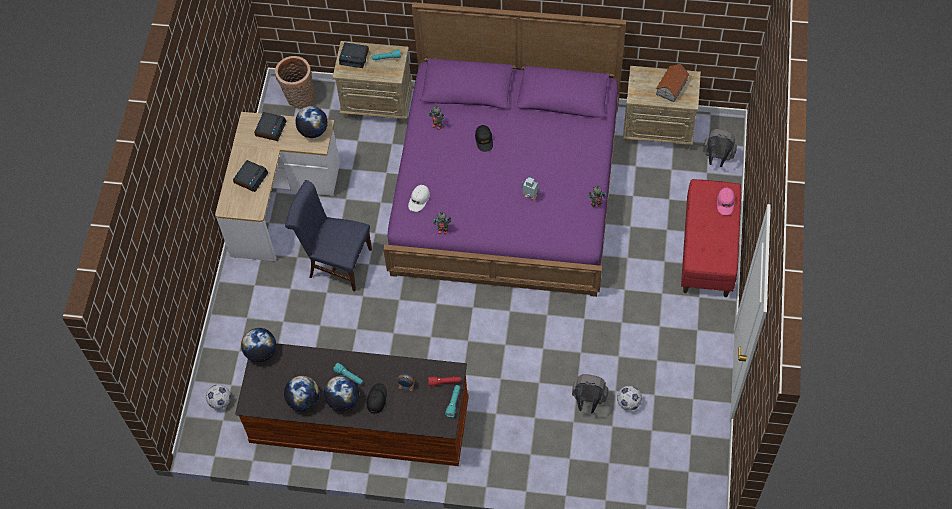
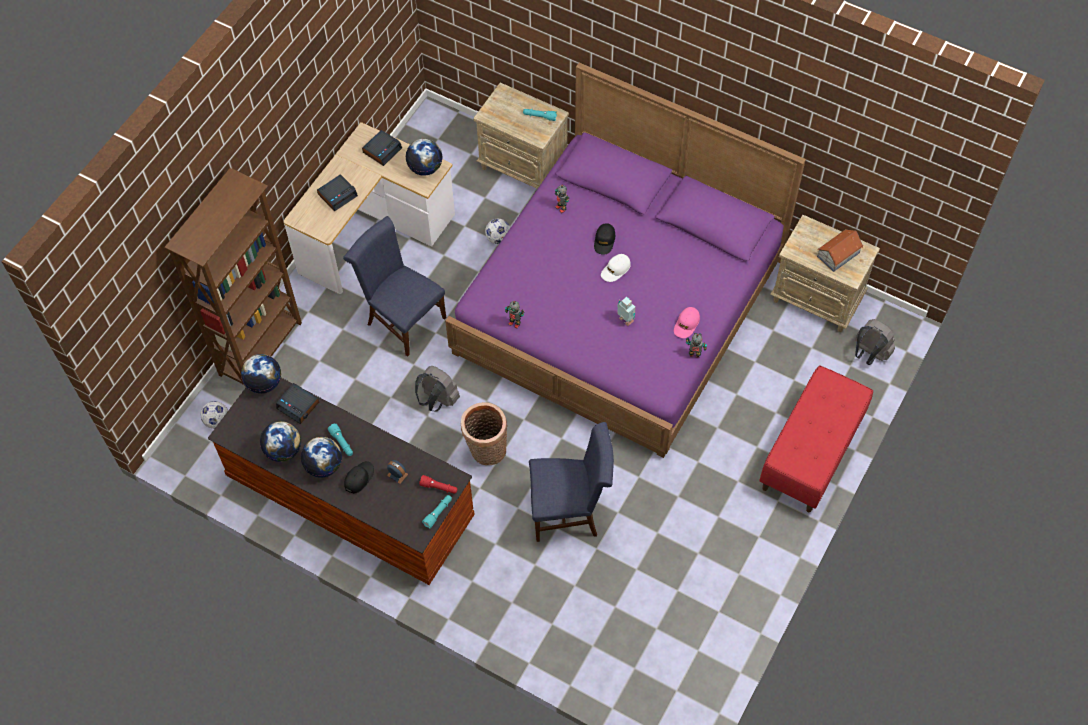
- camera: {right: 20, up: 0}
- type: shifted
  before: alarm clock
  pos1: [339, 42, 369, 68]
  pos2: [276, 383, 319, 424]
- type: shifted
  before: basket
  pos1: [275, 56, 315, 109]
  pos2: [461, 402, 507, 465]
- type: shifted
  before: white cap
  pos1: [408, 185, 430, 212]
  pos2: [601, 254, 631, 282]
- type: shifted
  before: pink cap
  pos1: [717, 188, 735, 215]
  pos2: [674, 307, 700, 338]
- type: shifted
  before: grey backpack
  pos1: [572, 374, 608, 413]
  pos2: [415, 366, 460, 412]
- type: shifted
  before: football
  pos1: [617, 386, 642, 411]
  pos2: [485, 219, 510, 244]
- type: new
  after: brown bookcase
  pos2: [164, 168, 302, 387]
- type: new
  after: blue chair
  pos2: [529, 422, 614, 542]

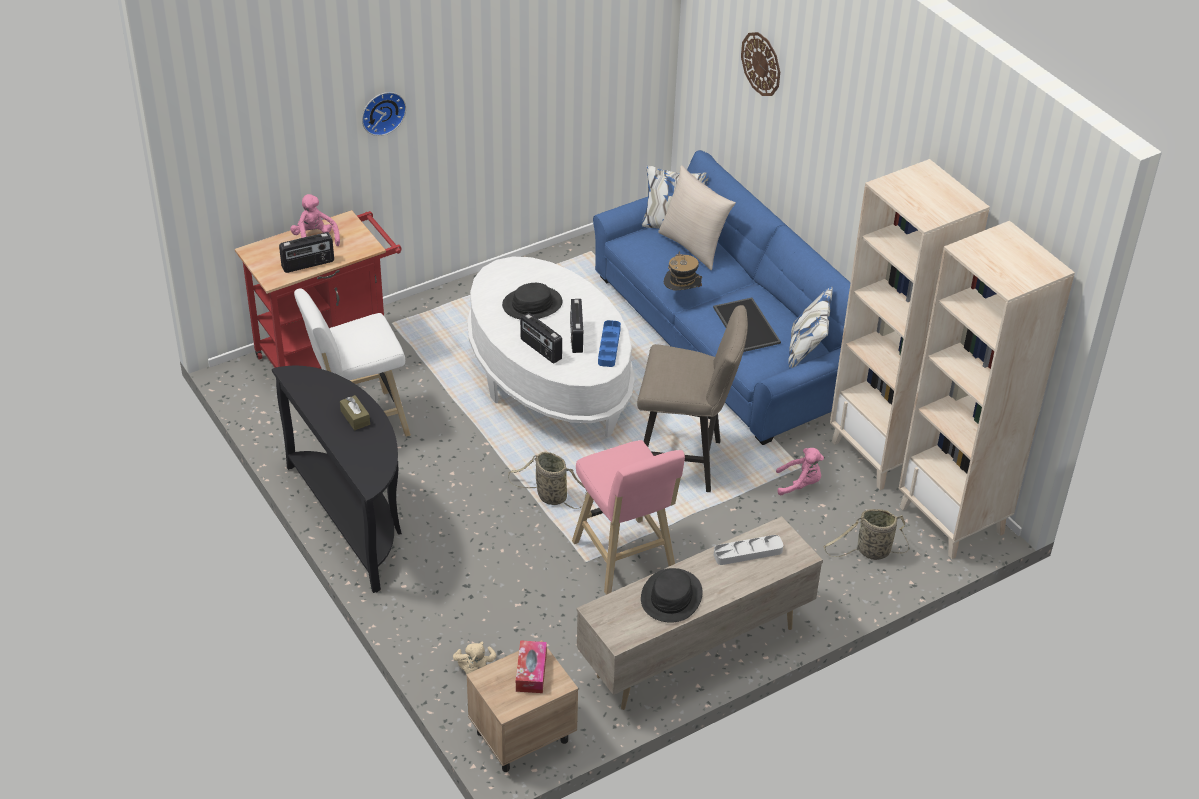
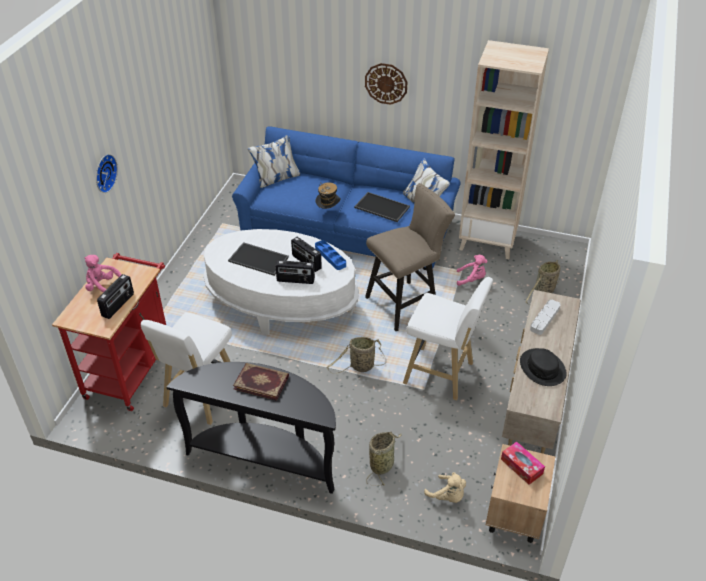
- camera: {right: -40, up: 0}
- type: shifted
  before: wall clock
  pos1: [741, 32, 780, 96]
  pos2: [365, 63, 407, 105]
- type: gone
  before: beige pillow
  pos1: [658, 166, 736, 270]
- type: gone
  before: beige bookcase
  pos1: [898, 221, 1075, 559]
- type: swapped
  before: black hat
  after: tray
  pos1: [502, 283, 562, 319]
  pos2: [228, 242, 289, 276]
- type: swapped
  before: brown tissue box
  after: book
  pos1: [340, 395, 370, 430]
  pos2: [233, 363, 289, 401]
- type: repainted
  before: pink stool
  after: white stool
  pos1: [572, 440, 685, 595]
  pos2: [403, 277, 493, 400]
- type: rotated
  before: pink plush toy
  pos1: [776, 448, 824, 495]
  pos2: [457, 255, 487, 286]
  turn: 45
- type: new
  after: basket
  pos2: [366, 432, 402, 486]

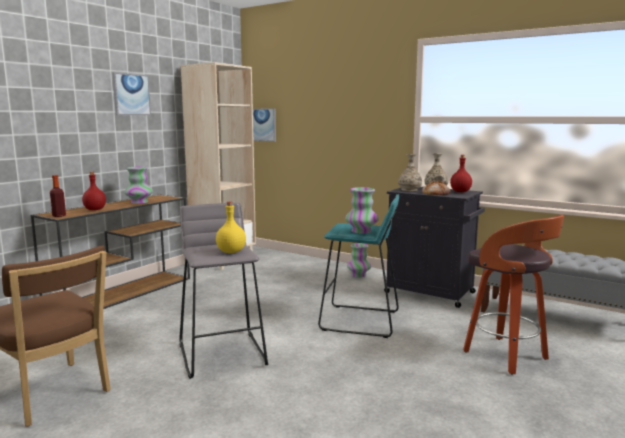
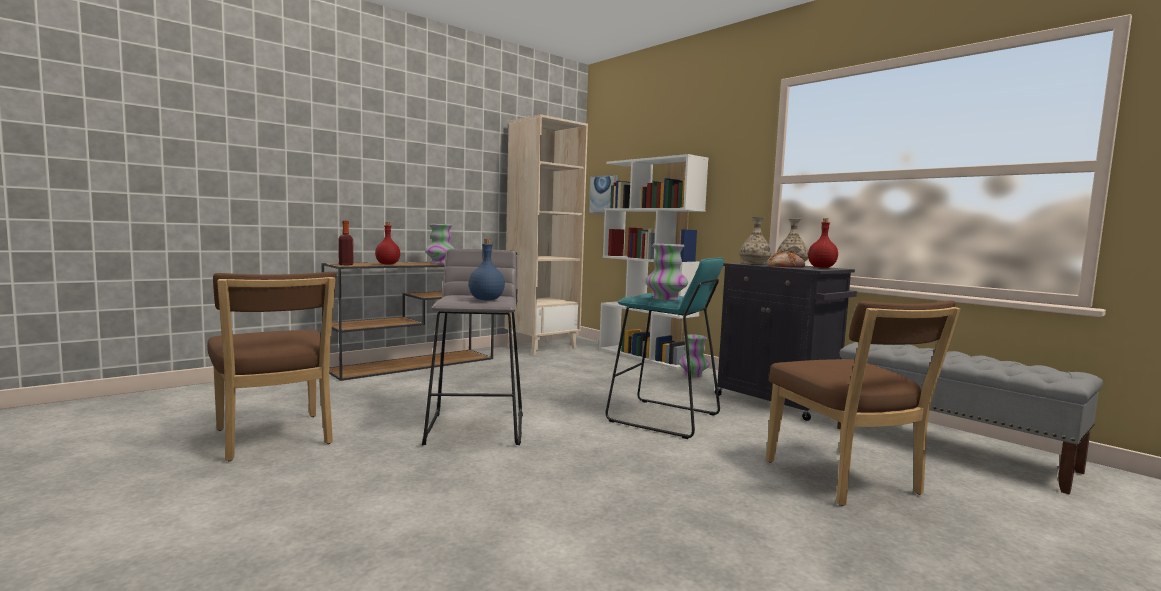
- camera: {right: 15, up: -5}
- type: gone
  before: picture
  pos1: [112, 73, 151, 115]
- type: repainted
  before: yellow bottle
  after: blue bottle
  pos1: [216, 202, 246, 253]
  pos2: [469, 239, 505, 301]
- type: swapped
  before: stool
  after: brown chair
  pos1: [463, 215, 564, 375]
  pos2: [766, 301, 960, 506]
- type: new
  after: white bookcase
  pos2: [599, 154, 708, 370]

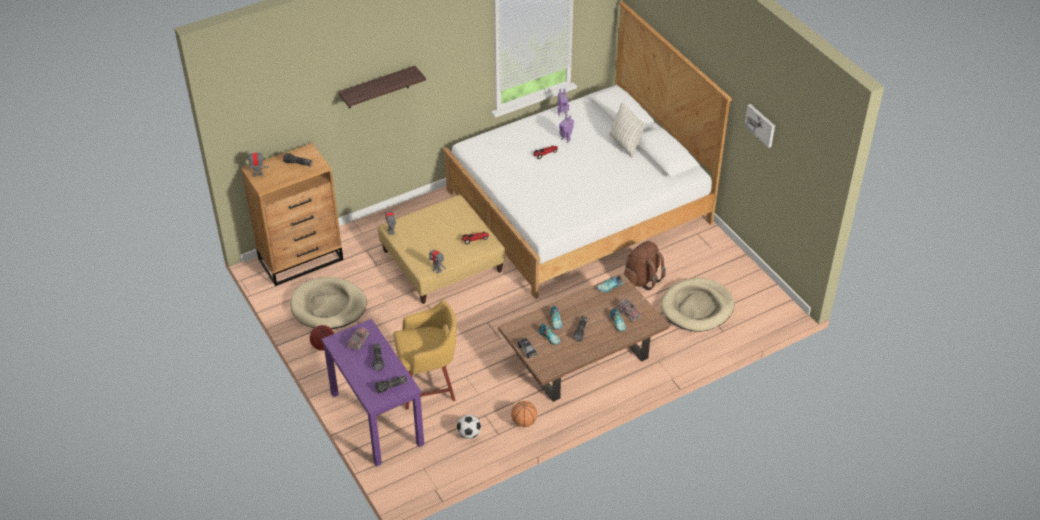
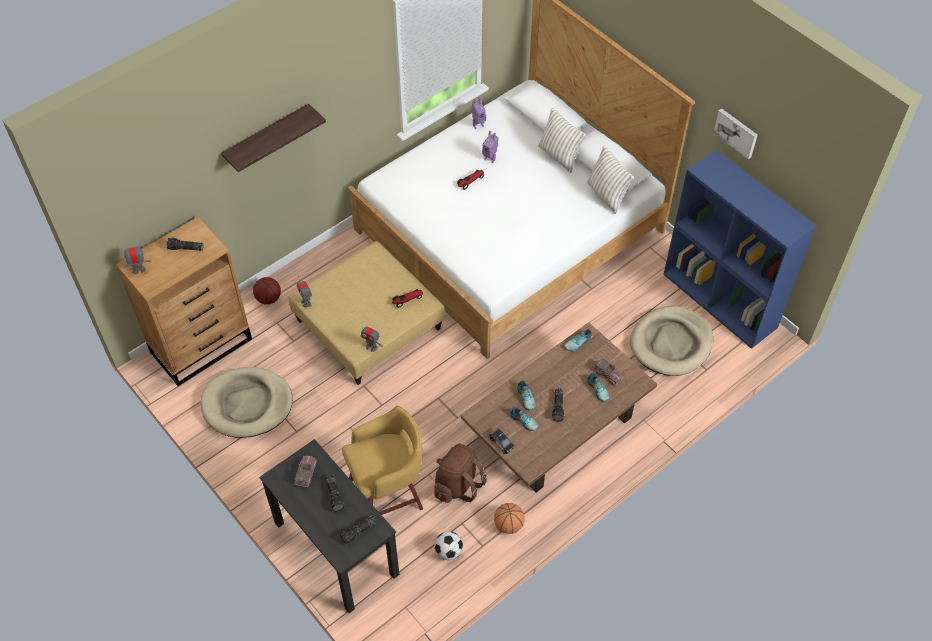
- camera: {right: -10, up: 10}
- type: shifted
  before: brown backpack
  pos1: [624, 241, 666, 290]
  pos2: [434, 444, 487, 503]
- type: repainted
  before: purple desk
  after: black desk
  pos1: [322, 319, 424, 467]
  pos2: [259, 439, 399, 613]
- type: shifted
  before: basketball
  pos1: [310, 325, 334, 350]
  pos2: [253, 277, 281, 305]
- type: new
  after: pillow
  pos2: [587, 146, 634, 214]
- type: new
  after: blue bookcase
  pos2: [663, 150, 816, 349]

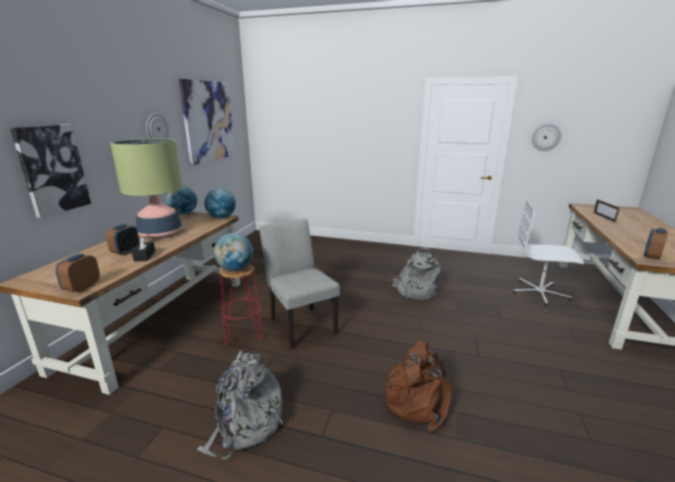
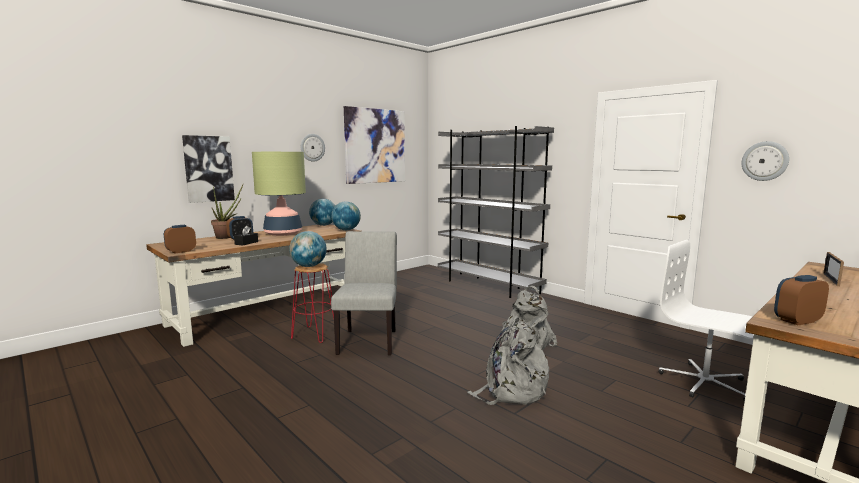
- camera: {right: 30, up: -10}
- type: gone
  before: brown backpack
  pos1: [385, 341, 458, 431]
- type: shifted
  before: grey backpack
  pos1: [197, 350, 283, 460]
  pos2: [467, 315, 549, 405]
- type: new
  after: grey bookcase
  pos2: [438, 126, 554, 298]
- type: new
  after: potted plant
  pos2: [211, 184, 243, 239]

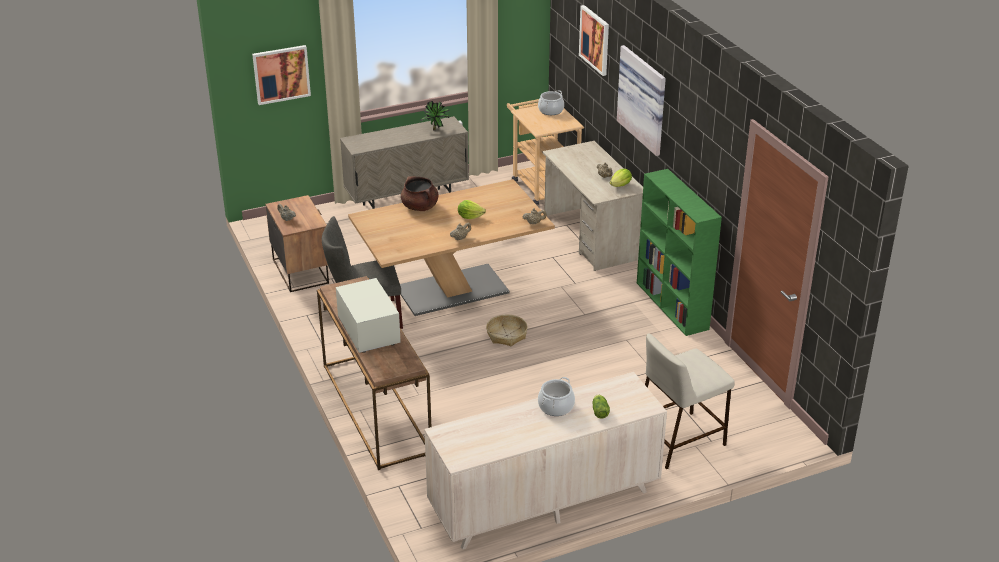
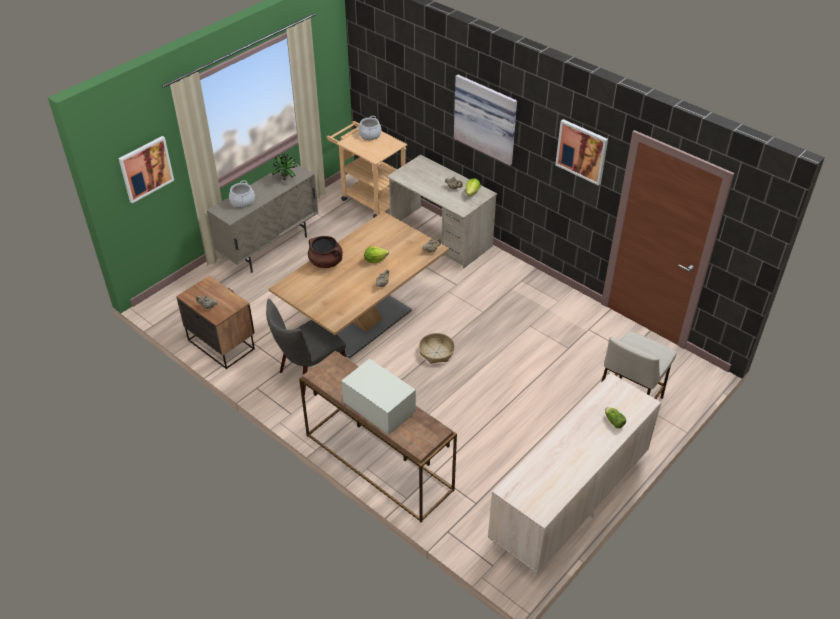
- camera: {right: -25, up: 10}
- type: shifted
  before: picture
  pos1: [579, 5, 609, 76]
  pos2: [555, 119, 608, 186]
- type: gone
  before: green bookcase
  pos1: [637, 169, 722, 336]
- type: shifted
  before: cooking pot
  pos1: [538, 377, 575, 416]
  pos2: [229, 180, 255, 208]

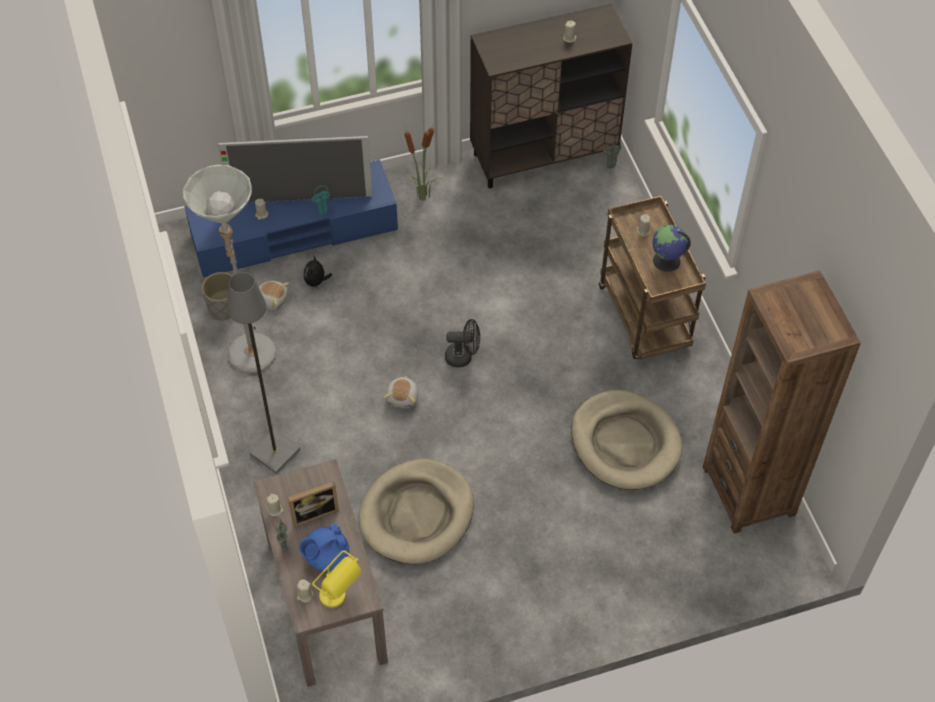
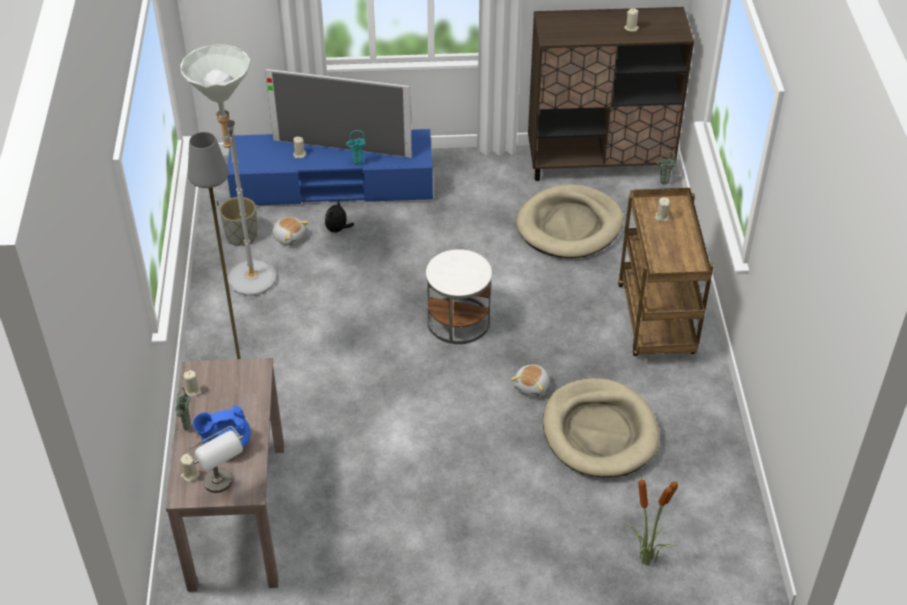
- camera: {right: 15, up: -10}
- type: shifted
  before: potted plant
  pos1: [400, 123, 442, 200]
  pos2: [624, 476, 679, 566]
- type: gone
  before: globe
  pos1: [653, 225, 691, 272]
- type: gone
  before: brown bookcase
  pos1: [703, 270, 861, 534]
- type: swapped
  before: black fan
  after: white side table
  pos1: [445, 319, 480, 368]
  pos2: [426, 249, 492, 344]
- type: shifted
  before: plush toy
  pos1: [384, 376, 418, 408]
  pos2: [511, 364, 549, 397]
- type: shifted
  before: beige dog bed
  pos1: [358, 459, 474, 564]
  pos2: [516, 184, 623, 258]
- type: gone
  before: picture frame
  pos1: [288, 481, 339, 527]
- type: repainted
  before: yellow table lamp
  after: grey table lamp
  pos1: [312, 550, 361, 608]
  pos2: [187, 426, 243, 493]

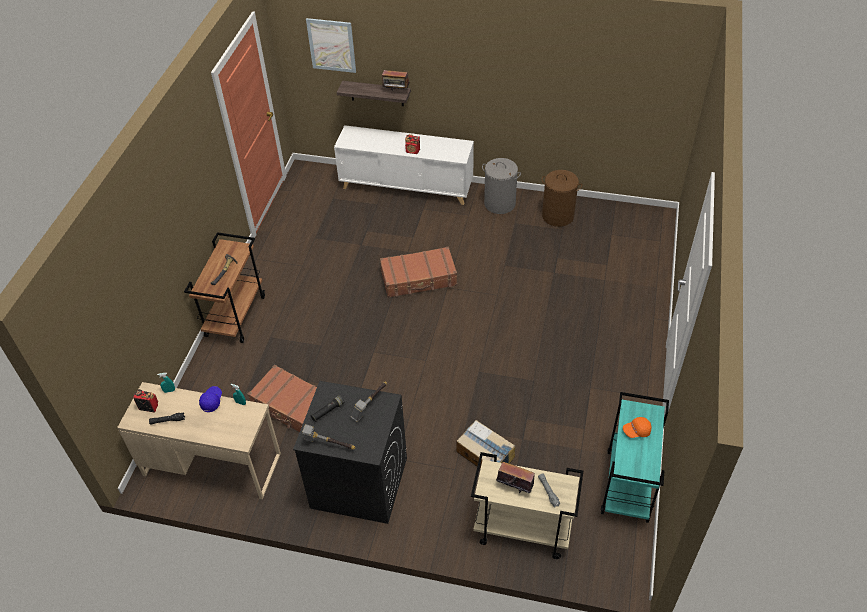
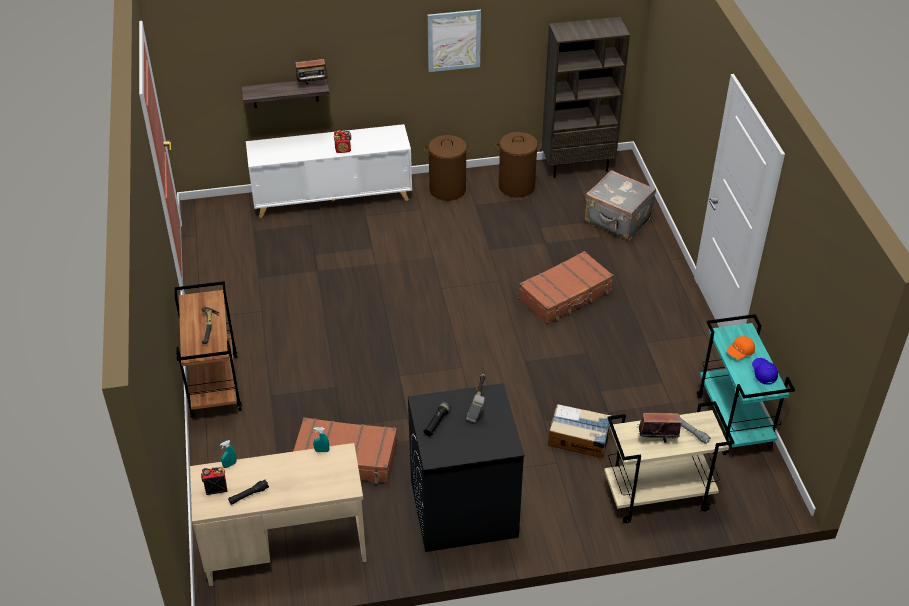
- camera: {right: -25, up: -5}
- type: shifted
  before: picture
  pos1: [306, 18, 356, 73]
  pos2: [428, 10, 481, 72]
- type: repainted
  before: grey laundry basket
  after: brown laundry basket
  pos1: [482, 158, 521, 214]
  pos2: [424, 135, 471, 201]
- type: shifted
  before: brown suitcase
  pos1: [380, 247, 457, 298]
  pos2: [519, 251, 614, 325]
- type: shifted
  before: blue cap
  pos1: [199, 386, 222, 412]
  pos2: [752, 358, 778, 385]
- type: gone
  before: hammer
  pos1: [302, 424, 355, 450]
- type: new
  after: brown bookcase
  pos2: [542, 17, 630, 178]
- type: new
  after: grey suitcase
  pos2: [585, 170, 656, 241]

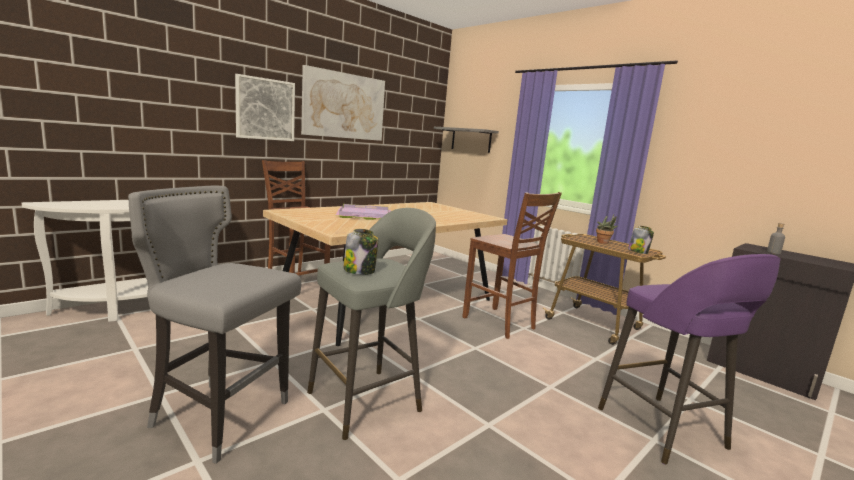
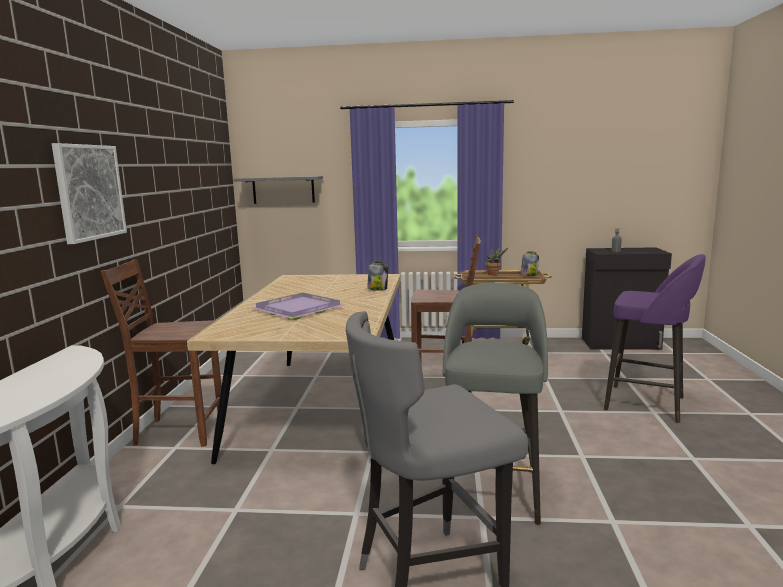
- camera: {right: -40, up: 0}
- type: gone
  before: picture
  pos1: [301, 65, 385, 141]
- type: shifted
  before: jar
  pos1: [343, 229, 378, 275]
  pos2: [367, 261, 388, 291]

